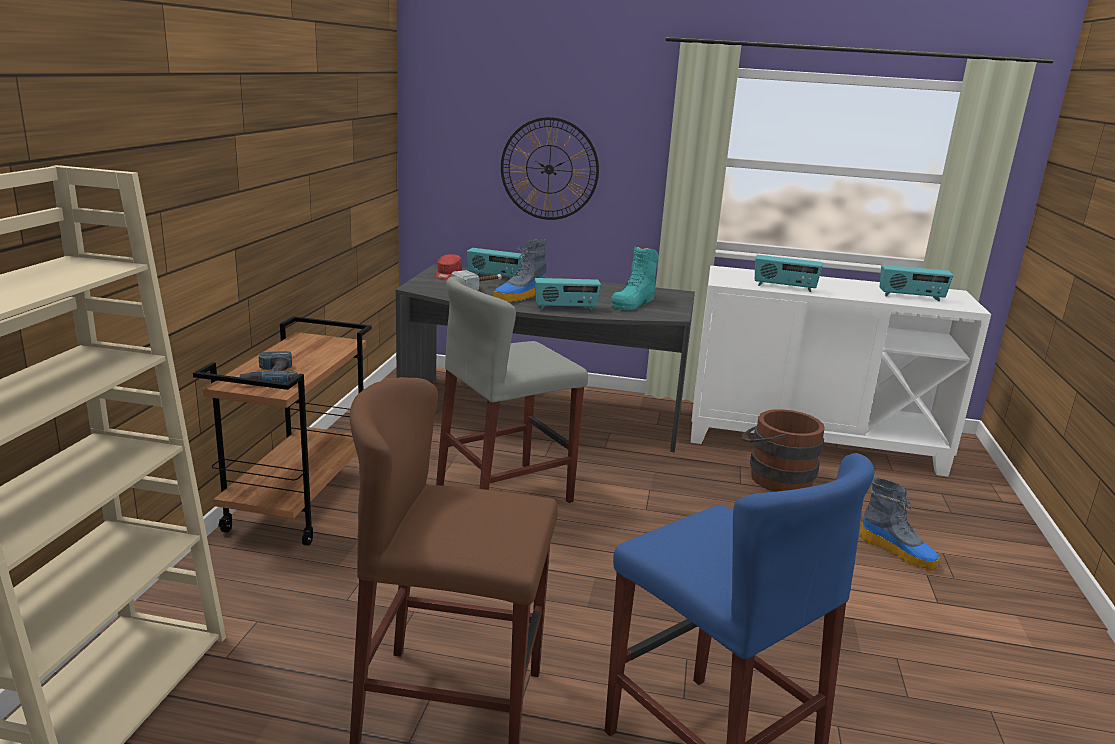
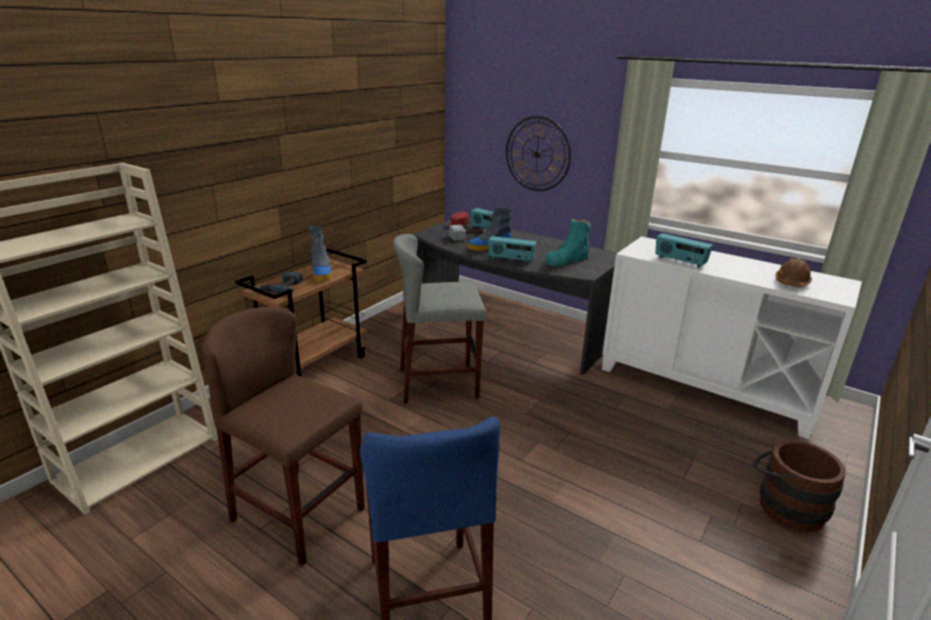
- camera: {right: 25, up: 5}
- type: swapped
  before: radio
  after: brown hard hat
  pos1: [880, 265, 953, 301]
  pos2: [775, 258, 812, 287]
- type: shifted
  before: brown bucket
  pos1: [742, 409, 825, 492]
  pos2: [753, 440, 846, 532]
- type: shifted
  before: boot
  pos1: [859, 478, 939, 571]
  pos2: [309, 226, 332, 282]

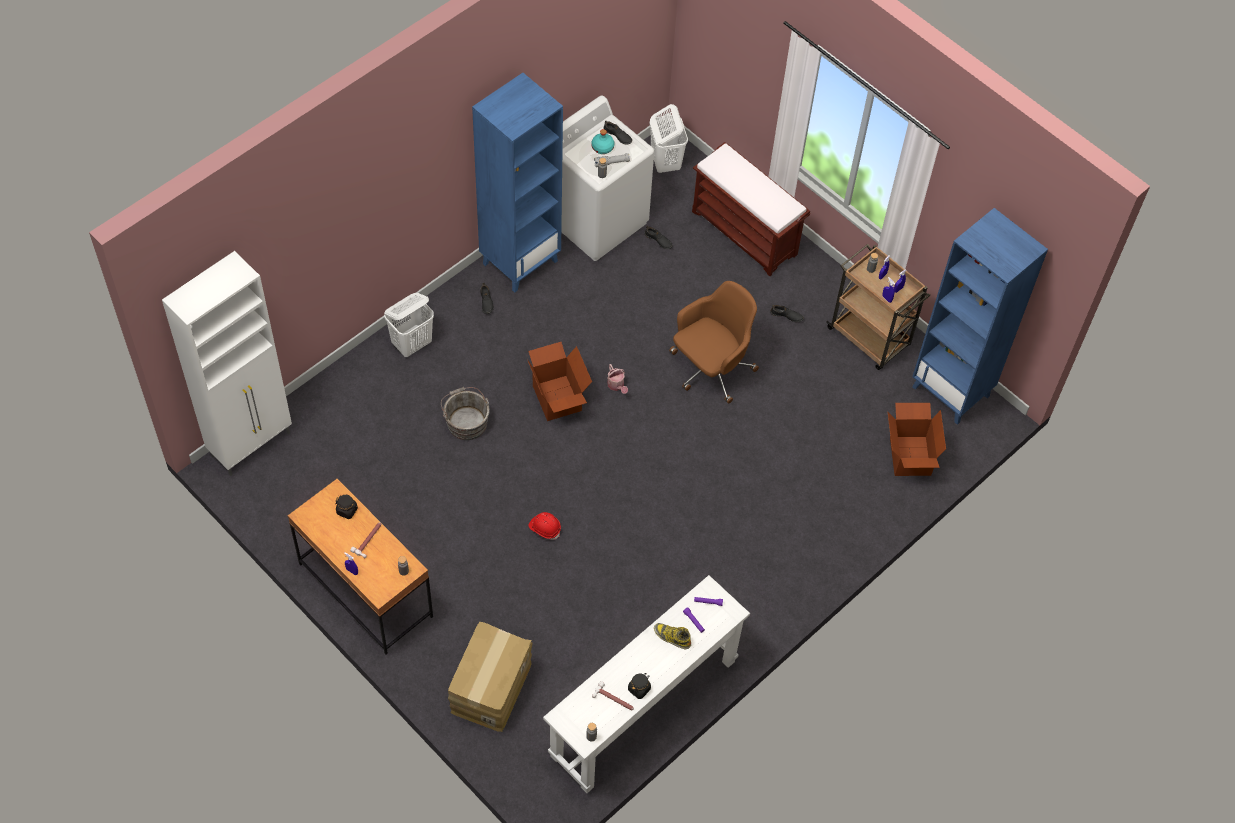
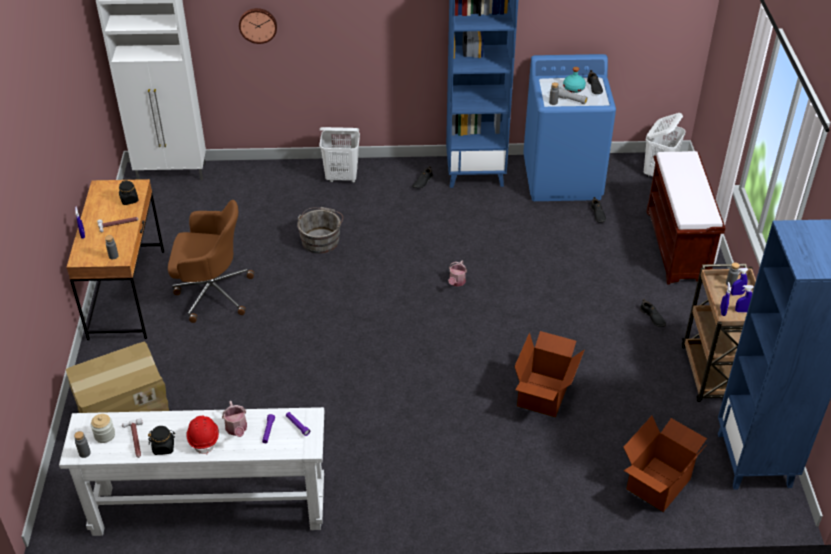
- camera: {right: 45, up: -15}
- type: repainted
  before: white washing machine
  after: blue washing machine
  pos1: [561, 95, 654, 261]
  pos2: [523, 54, 616, 201]
- type: shifted
  before: brown office chair
  pos1: [669, 281, 759, 404]
  pos2: [168, 200, 254, 323]
- type: shifted
  before: cardboard box
  pos1: [527, 342, 592, 421]
  pos2: [514, 331, 585, 417]
- type: shifted
  before: red hard hat
  pos1: [528, 512, 561, 540]
  pos2: [186, 416, 219, 455]
- type: swapped
  before: boot
  after: watering can
  pos1: [654, 623, 691, 649]
  pos2: [222, 401, 247, 437]
- type: new
  after: wall clock
  pos2: [239, 8, 277, 44]
- type: new
  after: jar
  pos2: [91, 414, 115, 443]

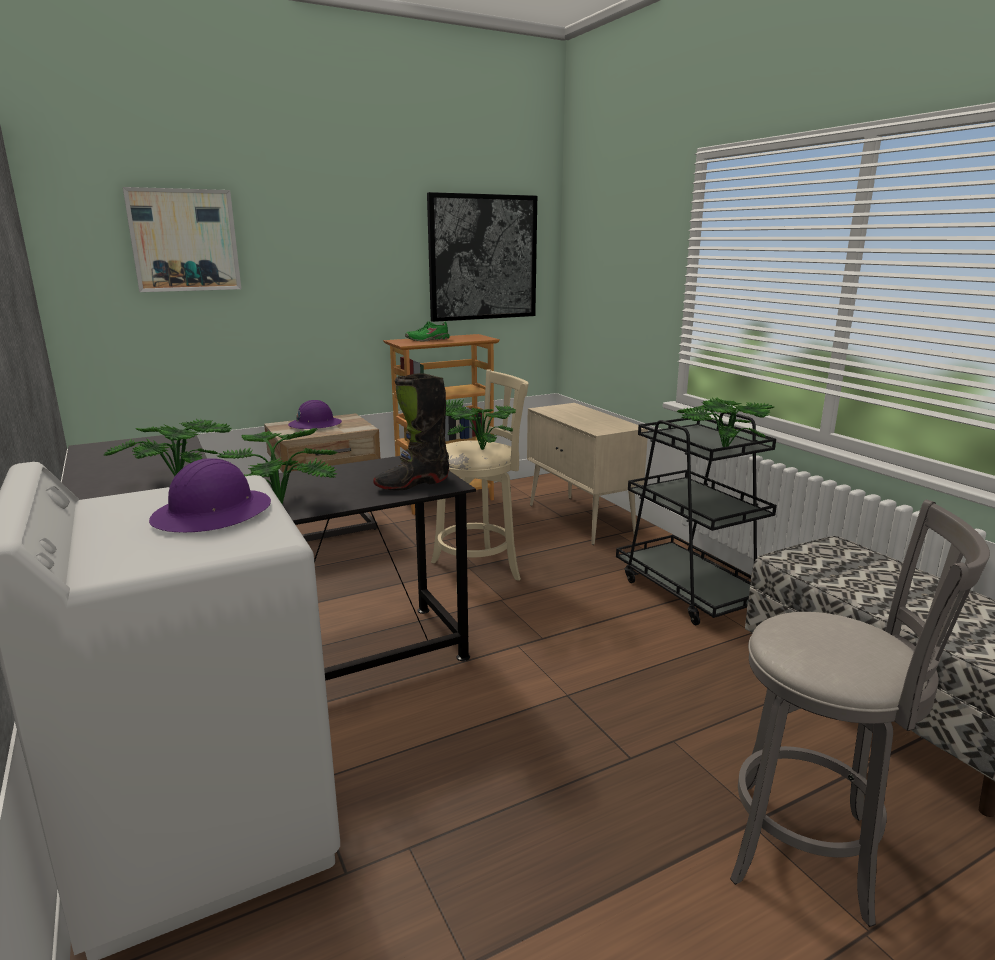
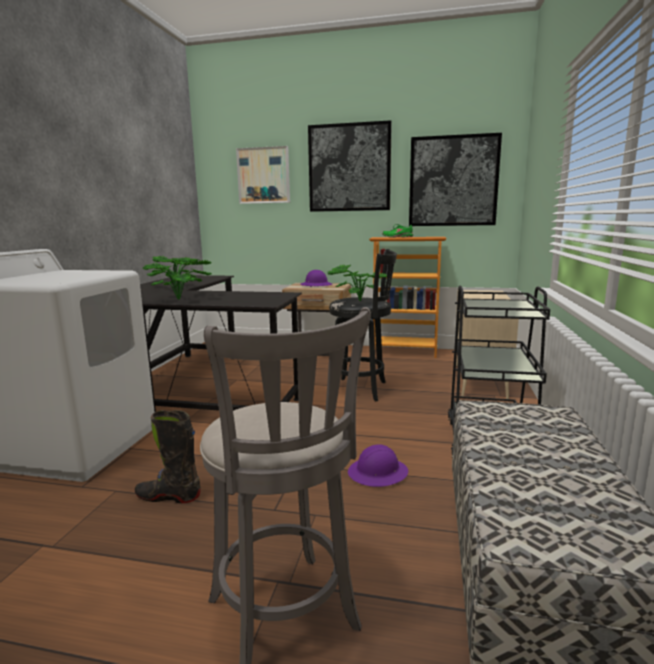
- camera: {right: 40, up: -5}
- type: repainted
  before: beige stool
  after: black stool
  pos1: [431, 369, 529, 593]
  pos2: [329, 249, 397, 401]
- type: shifted
  before: black boot
  pos1: [373, 373, 449, 490]
  pos2: [135, 410, 201, 503]
- type: gone
  before: potted plant
  pos1: [676, 397, 775, 447]
- type: shifted
  before: purple hard hat
  pos1: [149, 458, 271, 532]
  pos2: [348, 444, 408, 487]
- type: new
  after: picture
  pos2: [308, 120, 392, 212]

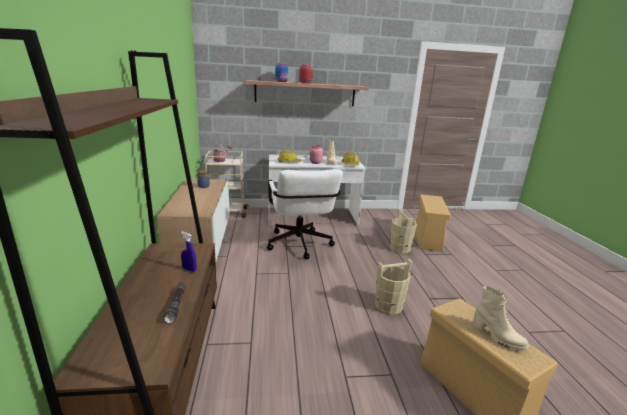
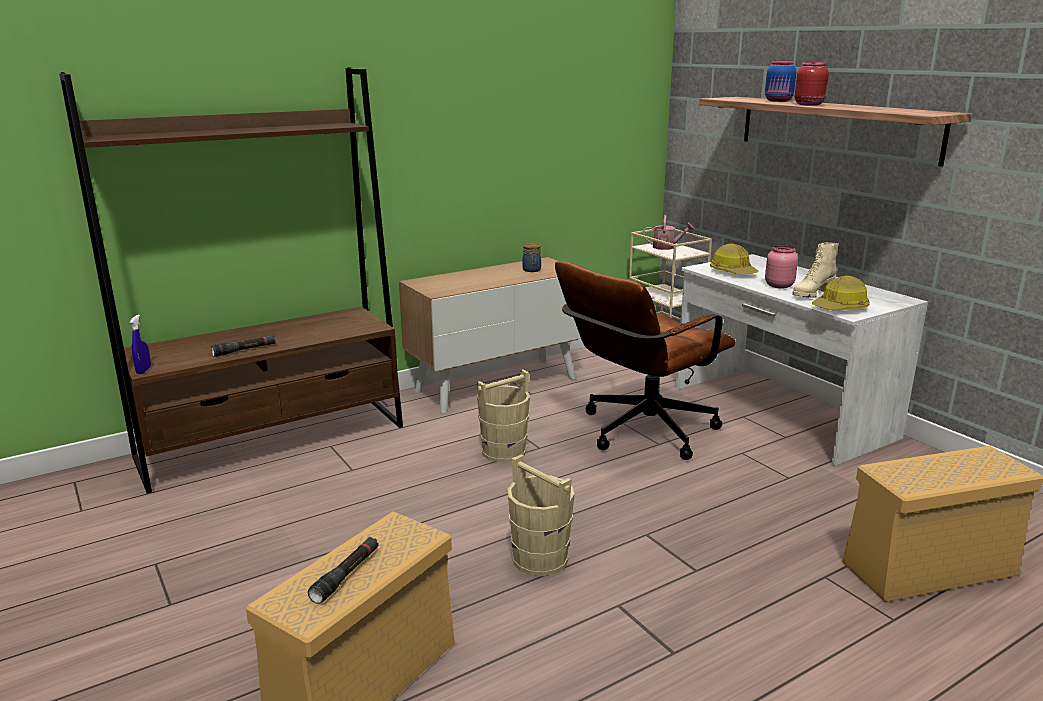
- camera: {right: 65, up: 0}
- type: repainted
  before: white office chair
  after: brown office chair
  pos1: [266, 169, 343, 259]
  pos2: [555, 261, 736, 460]
- type: shifted
  before: beige bucket
  pos1: [390, 209, 417, 253]
  pos2: [477, 369, 530, 463]
- type: shifted
  before: blue spray bottle
  pos1: [181, 232, 197, 272]
  pos2: [130, 314, 151, 374]
- type: swapped
  before: beige boot
  after: black flashlight
  pos1: [473, 286, 529, 351]
  pos2: [308, 537, 379, 604]

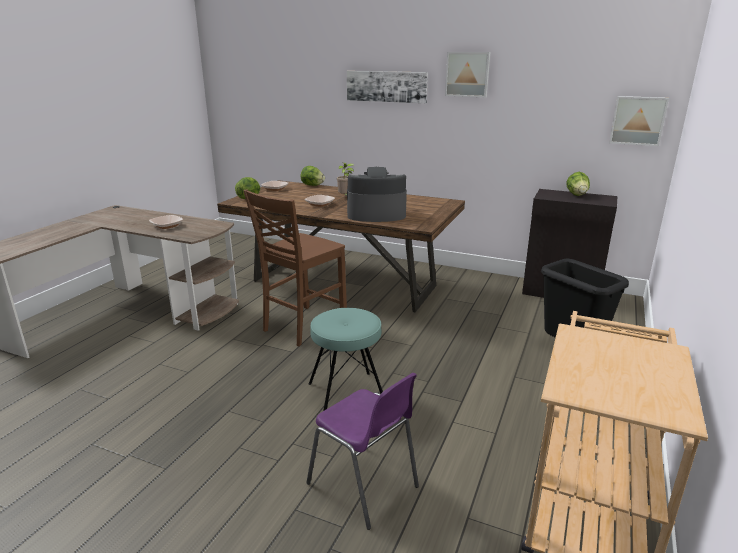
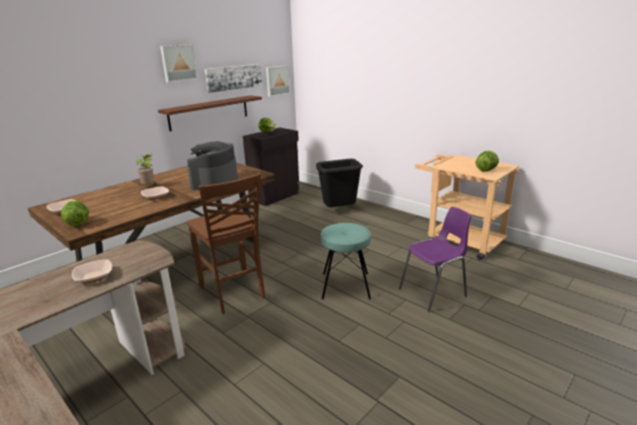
- camera: {right: -70, up: 0}
- type: shifted
  before: picture
  pos1: [347, 71, 428, 103]
  pos2: [205, 64, 262, 93]
- type: shifted
  before: lettuce
  pos1: [301, 166, 325, 186]
  pos2: [476, 151, 499, 171]
- type: new
  after: brown shelf
  pos2: [158, 95, 262, 131]

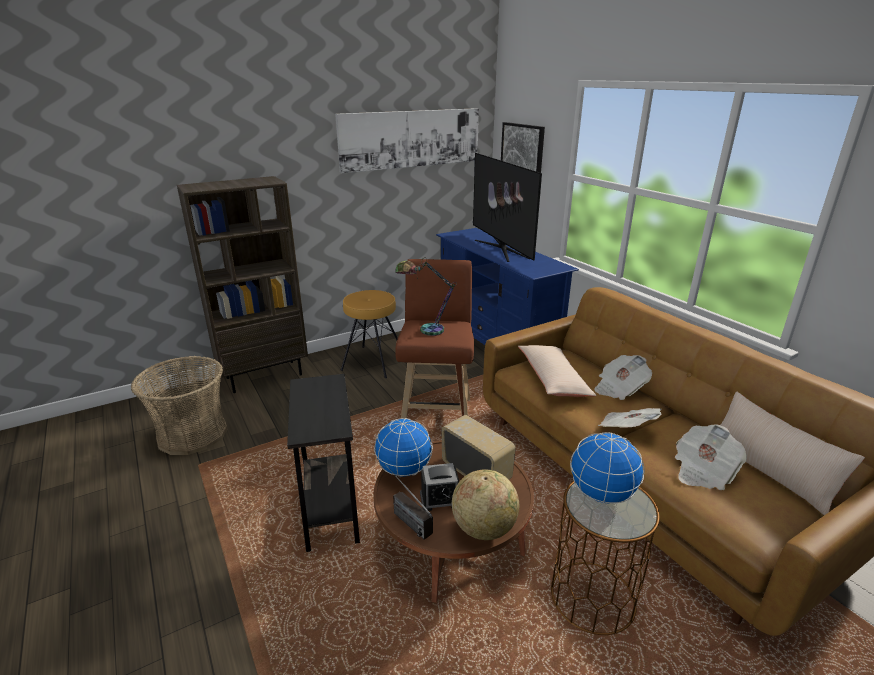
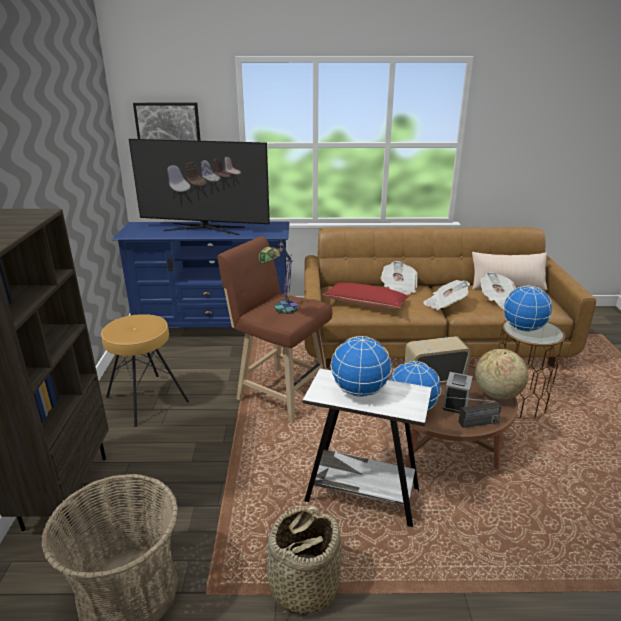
- camera: {right: -60, up: 0}
- type: gone
  before: picture
  pos1: [335, 108, 479, 173]
- type: repainted
  before: beige pillow
  after: red pillow
  pos1: [518, 345, 596, 397]
  pos2: [322, 283, 409, 309]
- type: repainted
  before: black side table
  after: white side table
  pos1: [287, 374, 360, 552]
  pos2: [303, 369, 432, 527]
- type: new
  after: globe
  pos2: [331, 336, 392, 397]
- type: new
  after: basket
  pos2: [267, 506, 342, 616]

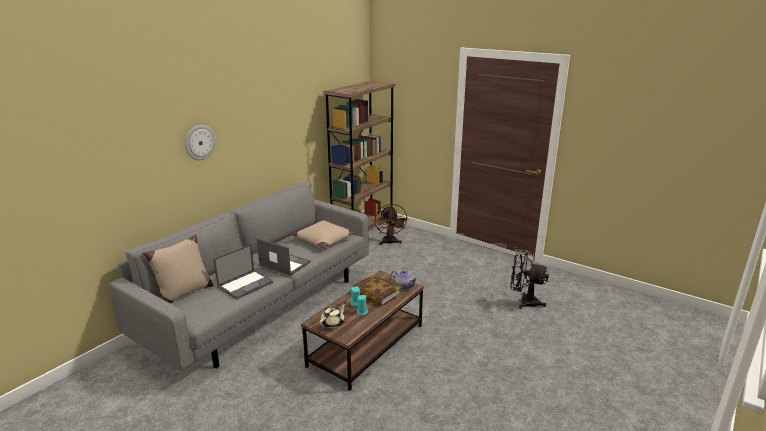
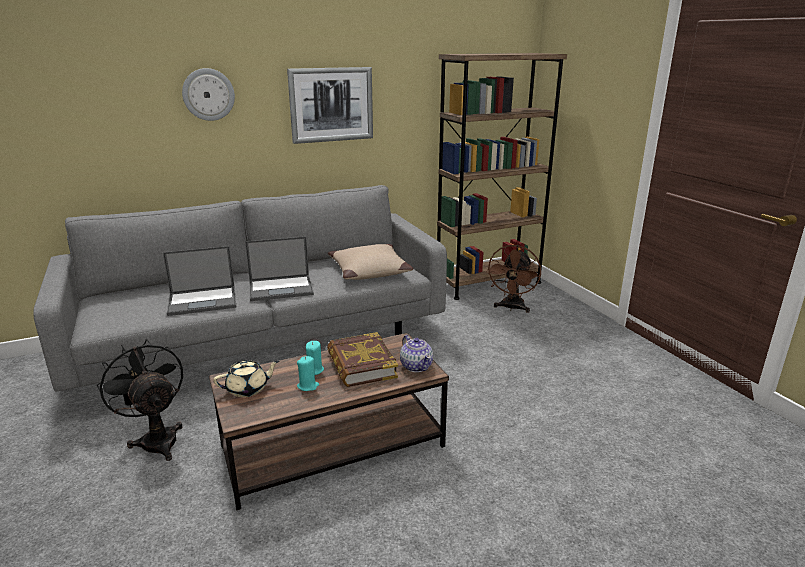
- camera: {right: 30, up: 0}
- type: gone
  before: beige pillow
  pos1: [143, 234, 214, 303]
- type: rotated
  before: laptop
  pos1: [257, 238, 311, 276]
  pos2: [245, 236, 314, 301]
  turn: 105
- type: shifted
  before: black fan
  pos1: [510, 251, 549, 309]
  pos2: [97, 339, 183, 461]
- type: new
  after: picture
  pos2: [287, 67, 373, 144]

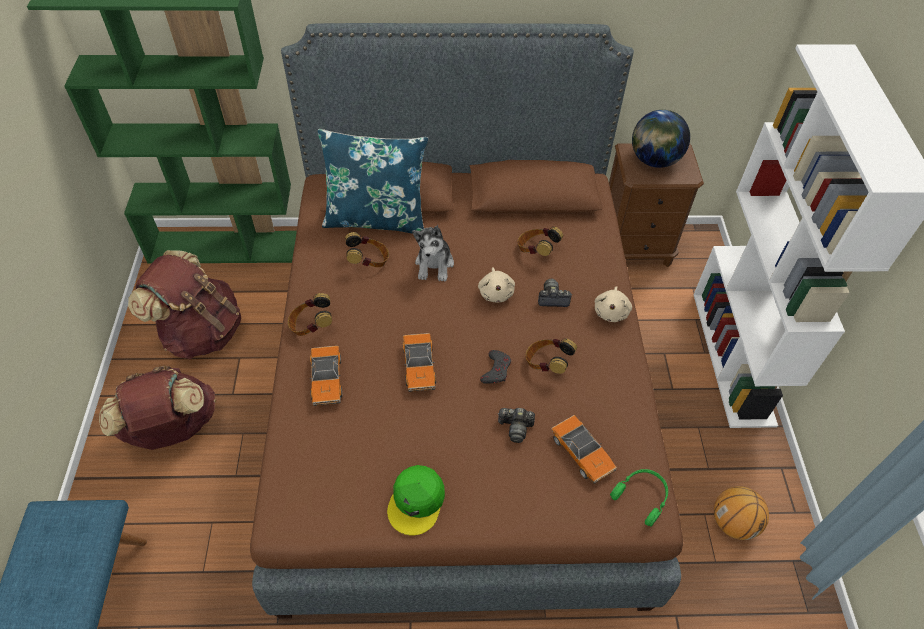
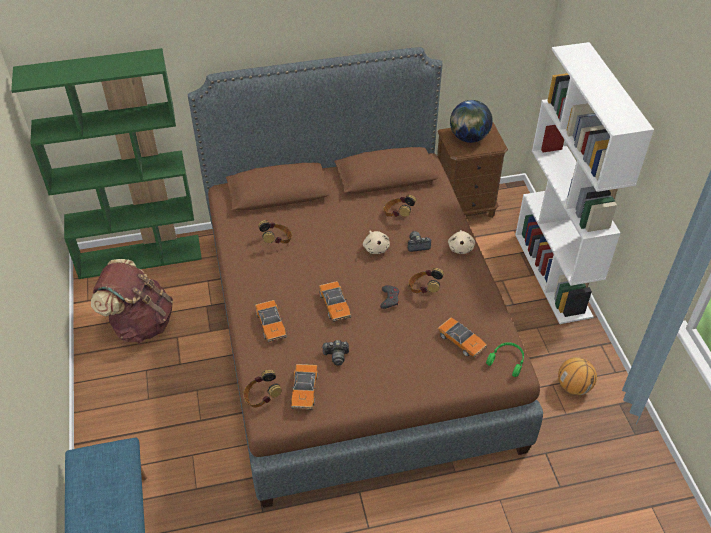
- camera: {right: -10, up: -5}
- type: gone
  before: blue pillow
  pos1: [318, 129, 428, 234]
- type: gone
  before: plush toy
  pos1: [412, 225, 454, 281]
- type: shifted
  before: headphones
  pos1: [288, 293, 332, 336]
  pos2: [243, 369, 282, 408]
- type: gone
  before: brown backpack
  pos1: [99, 366, 216, 450]
- type: shifted
  before: photo camera
  pos1: [498, 408, 535, 443]
  pos2: [322, 340, 349, 365]
- type: gone
  before: green cap
  pos1: [387, 465, 445, 536]
- type: new
  after: toy car
  pos2: [291, 364, 318, 410]

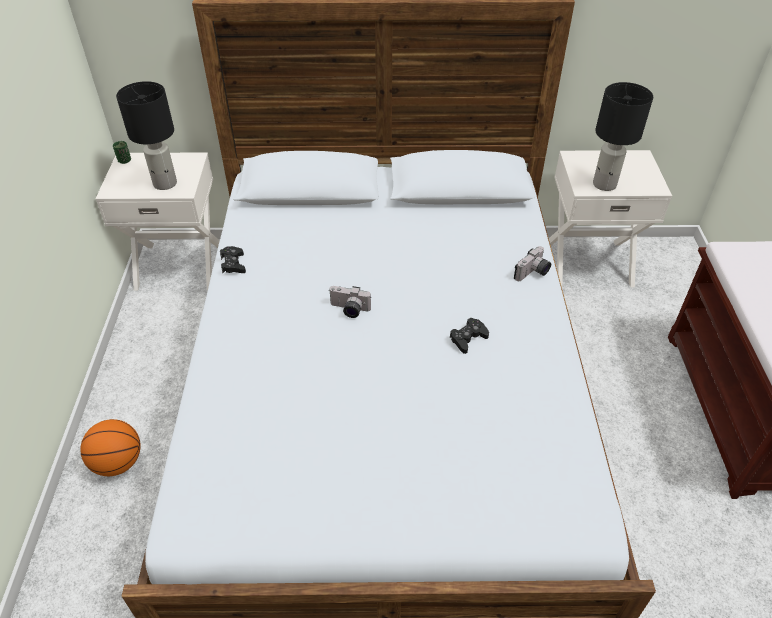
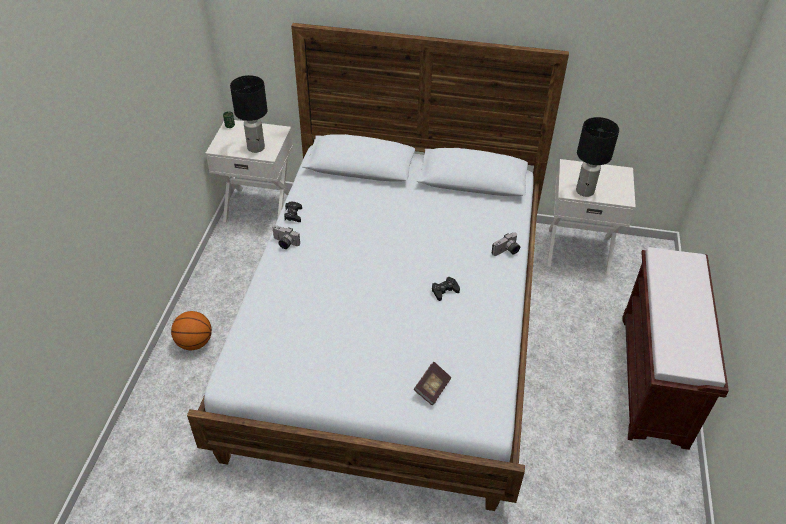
- camera: {right: 10, up: 0}
- type: shifted
  before: photo camera
  pos1: [329, 286, 371, 318]
  pos2: [272, 225, 300, 249]
- type: new
  after: book
  pos2: [414, 362, 451, 405]

